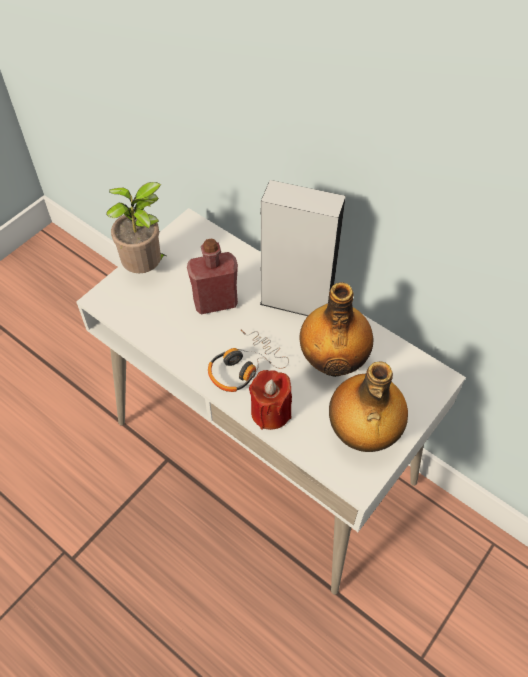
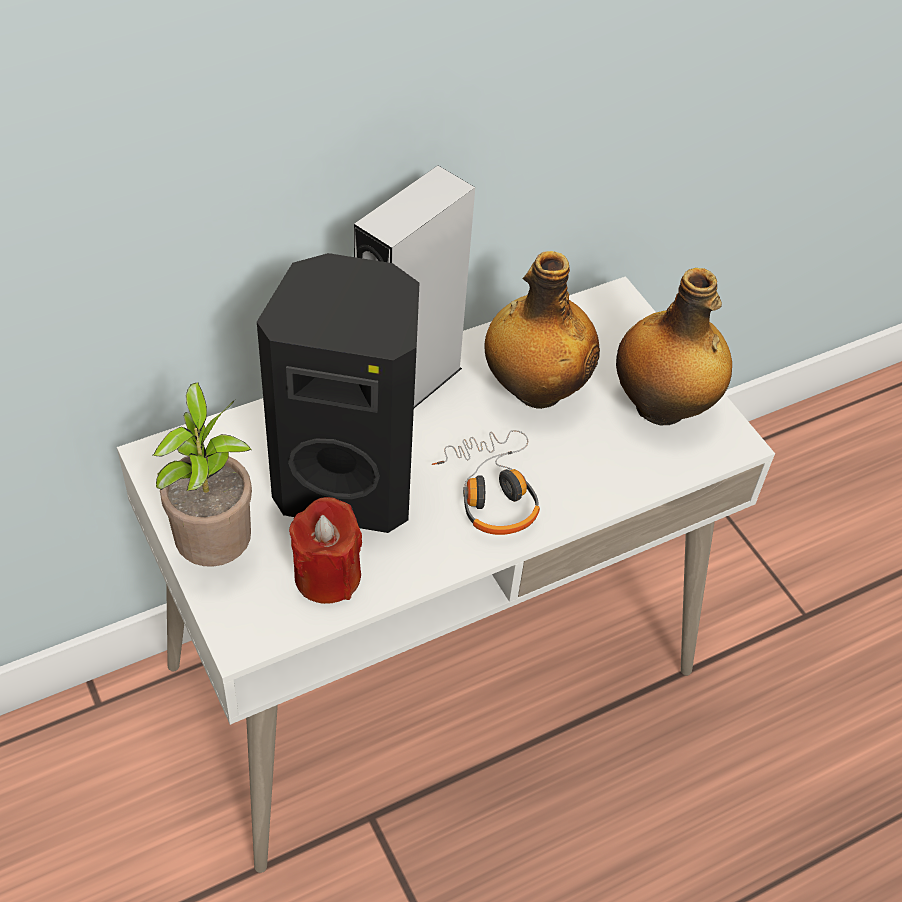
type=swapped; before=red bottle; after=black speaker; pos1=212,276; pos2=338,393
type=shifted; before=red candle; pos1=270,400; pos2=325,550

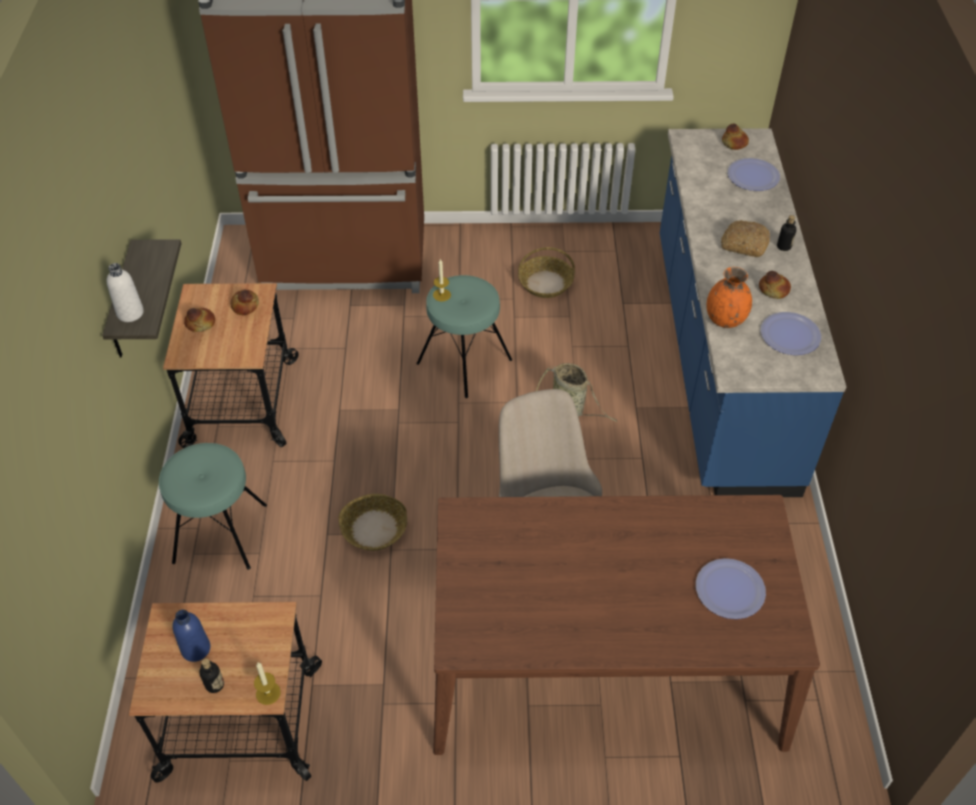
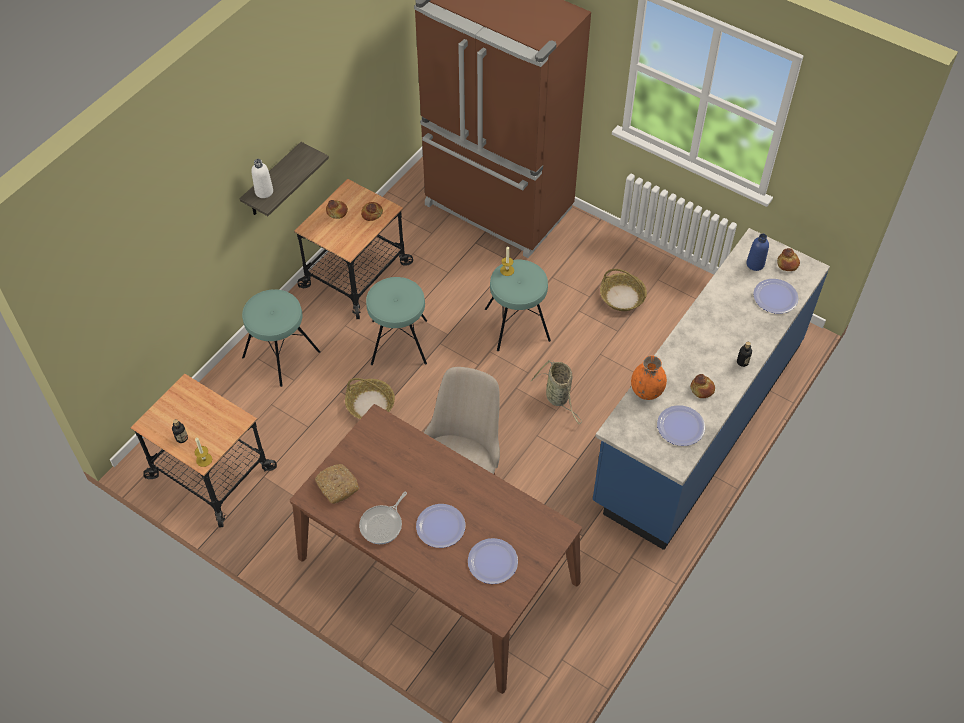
type=shifted; before=bread; pos1=745,238; pos2=337,484
type=shifted; before=blue bottle; pos1=191,636; pos2=757,252
type=new; after=turquoise stool; pos2=396,321
type=new; after=frying pan; pos2=383,518
type=new; after=plate; pos2=441,526

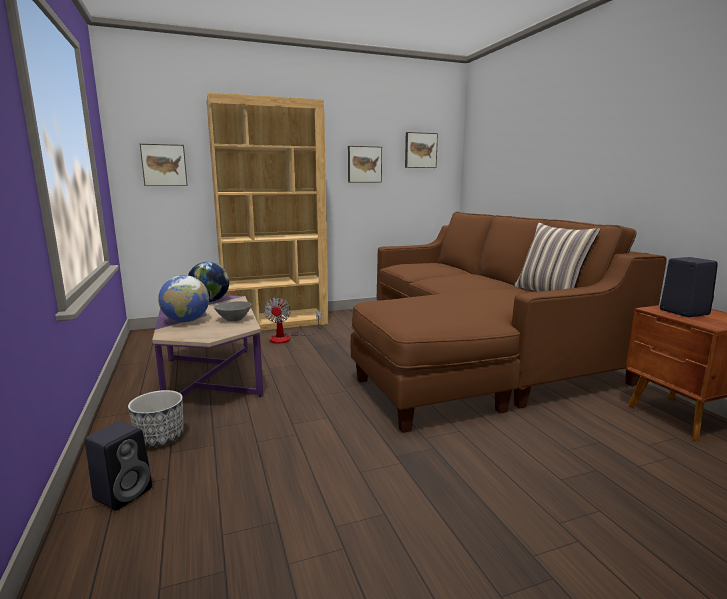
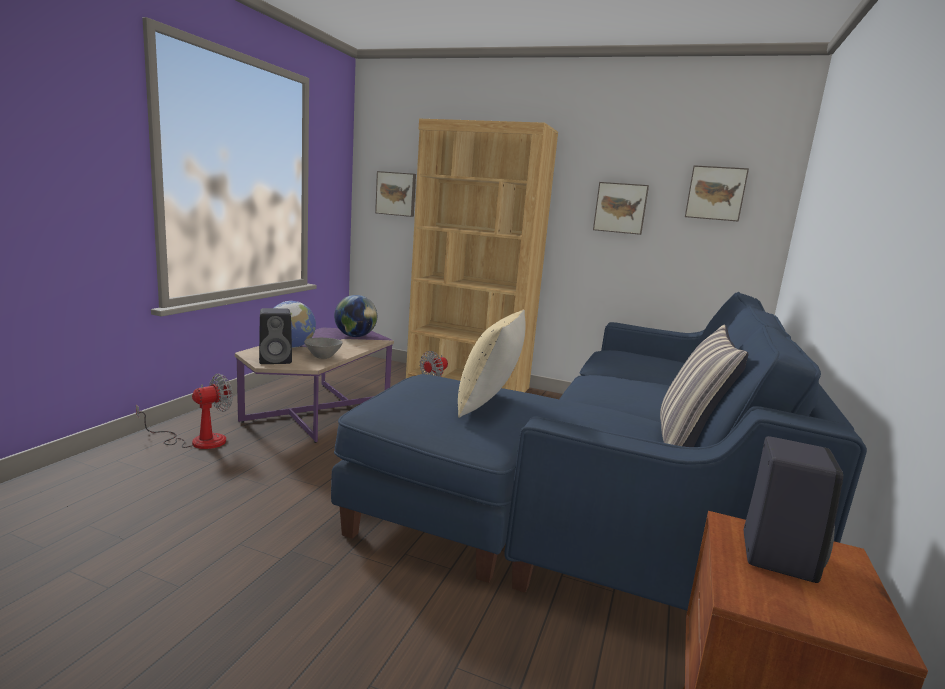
type=repainted; before=brown sofa; after=blue sofa; pos1=509,322; pos2=599,451
type=swapped; before=planter; after=fan; pos1=156,418; pos2=184,411
type=shifted; before=black speaker; pos1=118,466; pos2=275,336
type=new; after=beige pillow; pos2=492,363

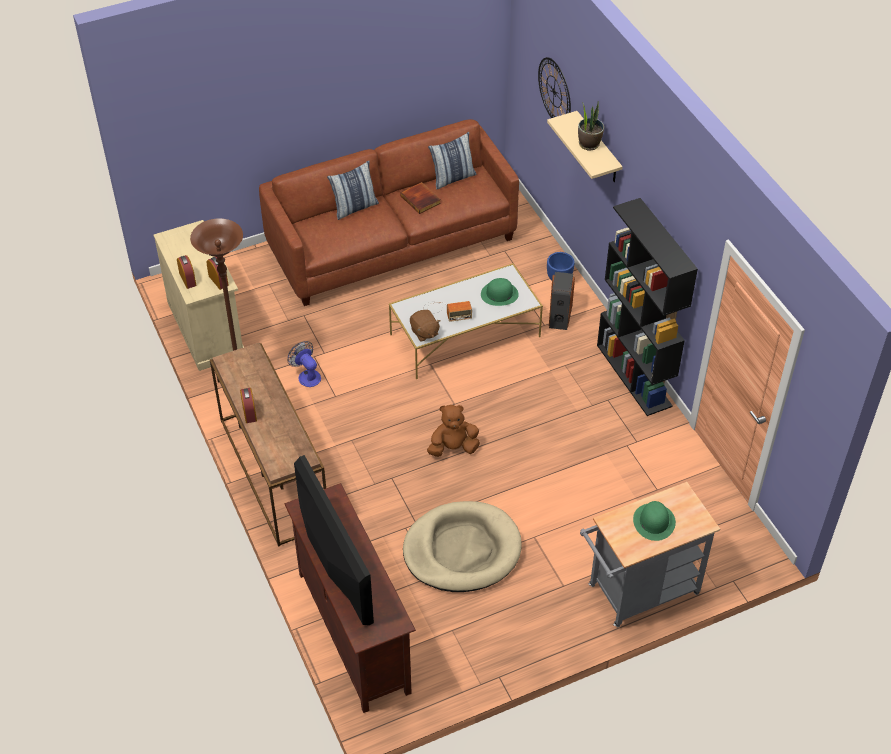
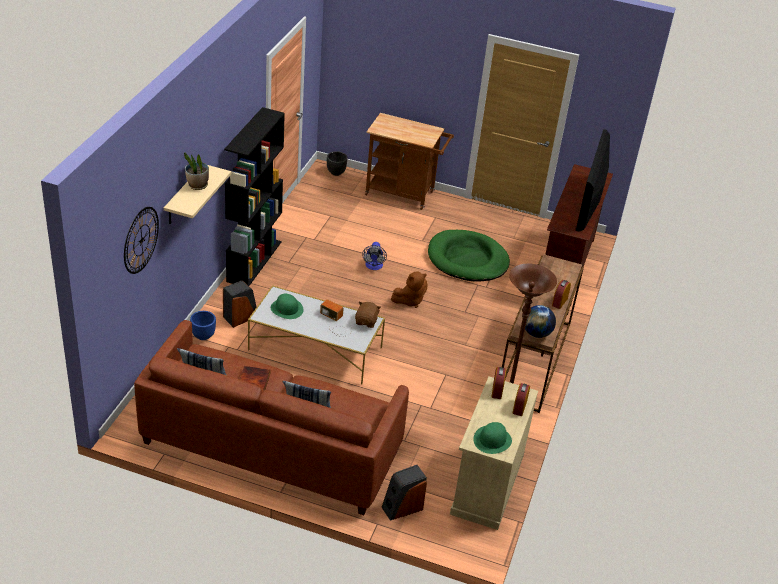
type=shifted; before=fan; pos1=304,364; pos2=374,256
type=rotated; before=brown plush toy; pos1=453,431; pos2=409,289; turn=-60
type=repainted; before=grey cart; after=brown cart; pos1=650,555; pos2=409,161
type=repainted; before=beige dog bed; after=green dog bed; pos1=462,546; pos2=469,256
type=shifted; before=green hat; pos1=654,521; pos2=492,438
type=new; after=black planter; pos2=337,163
type=new; after=globe; pos2=540,321
type=new; after=speaker; pos2=404,493

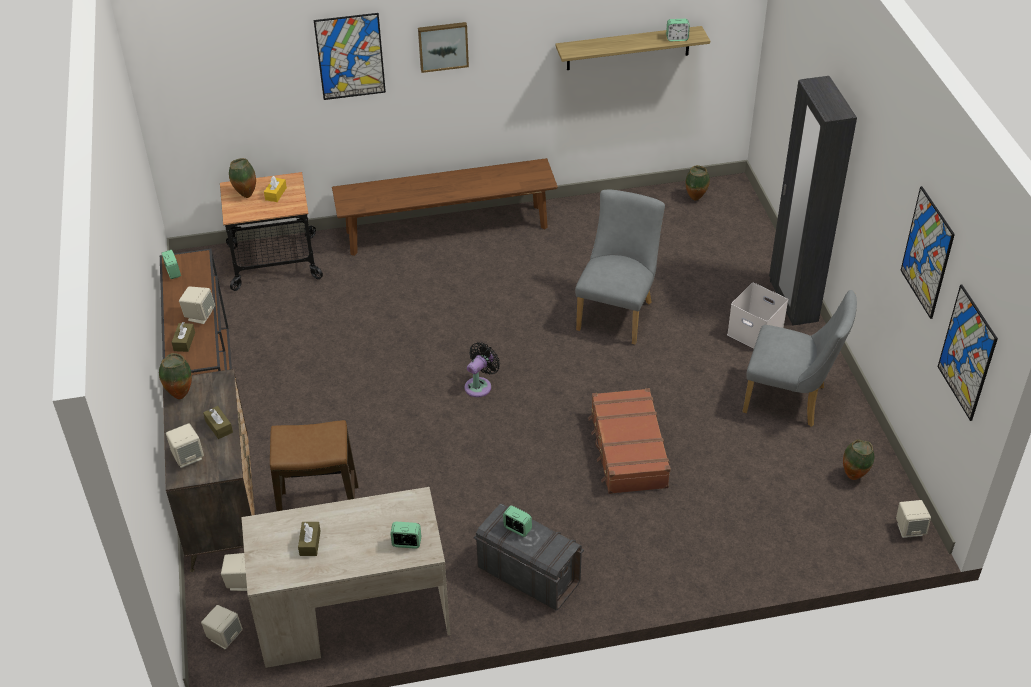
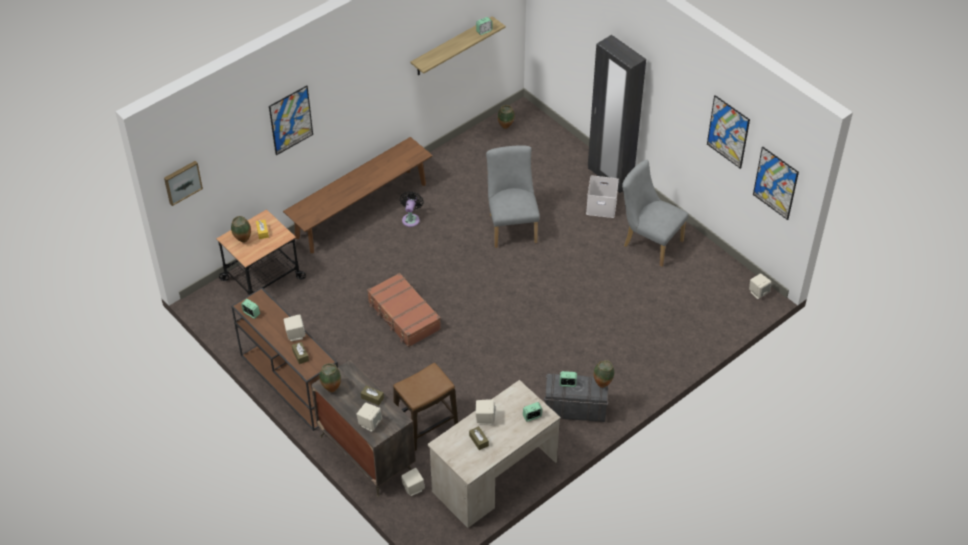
type=shifted; before=picture; pos1=443,47; pos2=183,183
type=rotated; before=grey chair; pos1=799,358; pos2=655,213; turn=-135
type=shifted; before=black fan; pos1=482,369; pos2=412,209
type=shifted; before=brown suitcase; pos1=629,441; pos2=404,310
type=shifted; before=vase; pos1=858,459; pos2=604,374
type=shifted; before=beige speaker; pos1=222,627; pos2=485,412

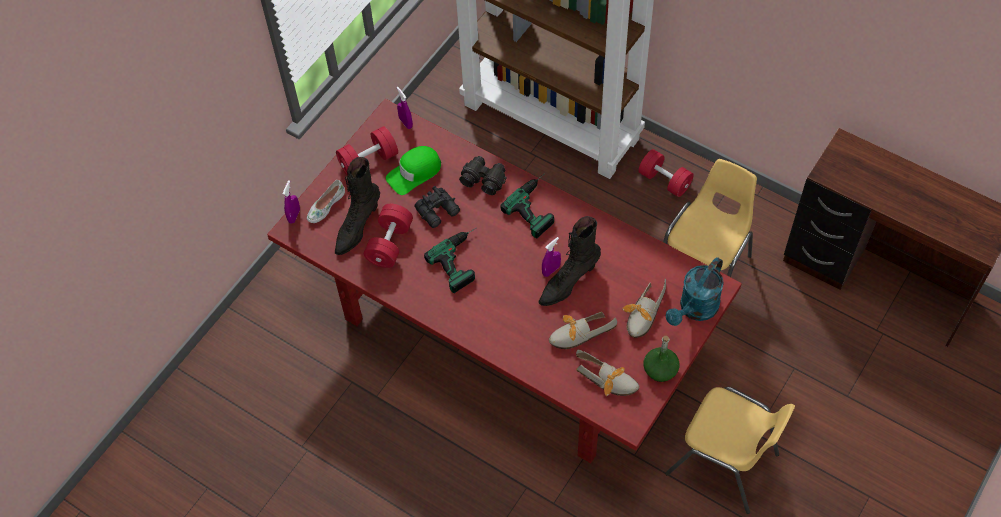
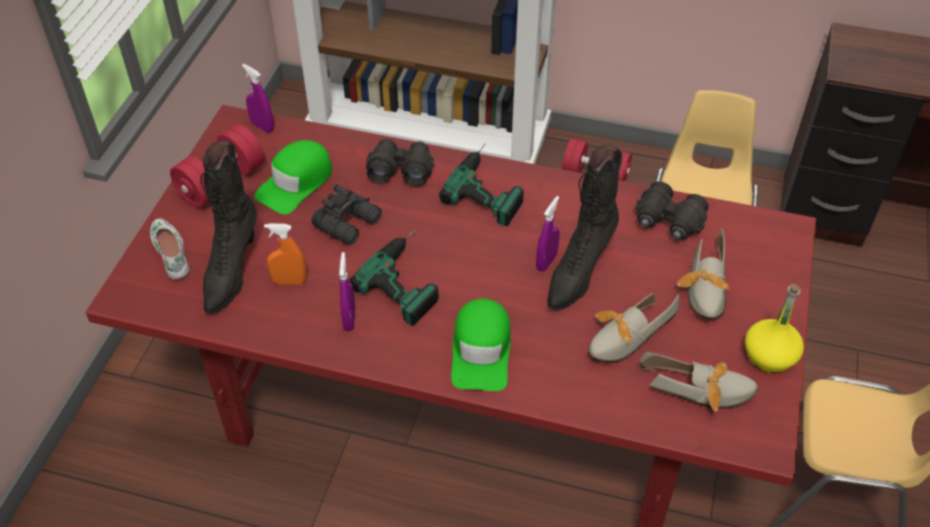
type=shifted; before=purple spray bottle; pos1=291,202; pos2=347,291
type=rotated; before=white shoe; pos1=326,201; pos2=169,249; turn=135
type=swapped; before=red dumbbell; after=orange spray bottle; pos1=388,236; pos2=285,254
type=gone; before=turquoise watering can; pos1=695,291
type=repainted; before=green bottle; after=yellow bottle; pos1=661,359; pos2=774,328
type=new; after=black binoculars; pos2=672,210
type=new; after=green cap; pos2=481,345

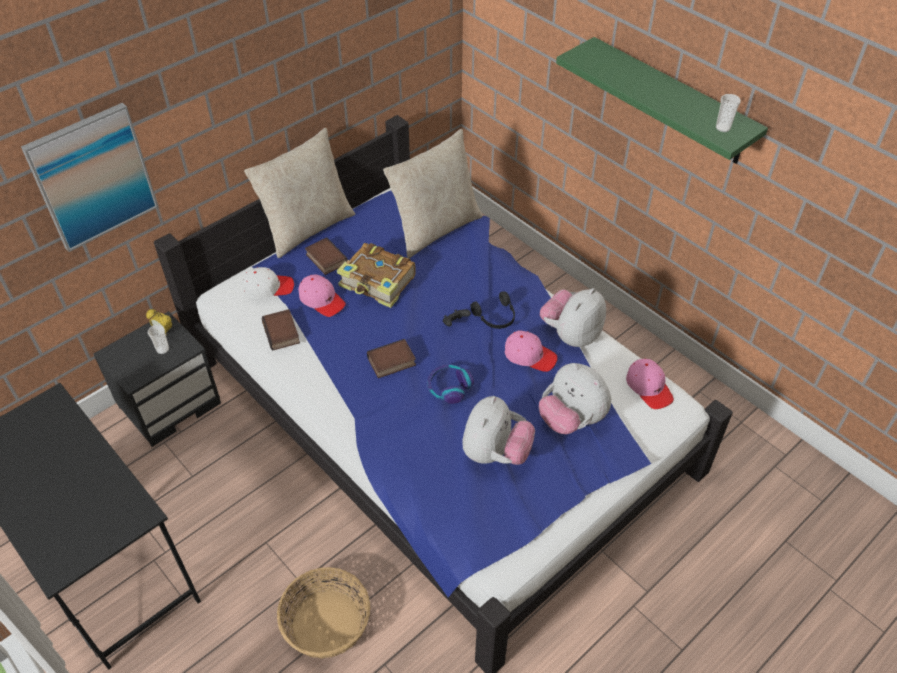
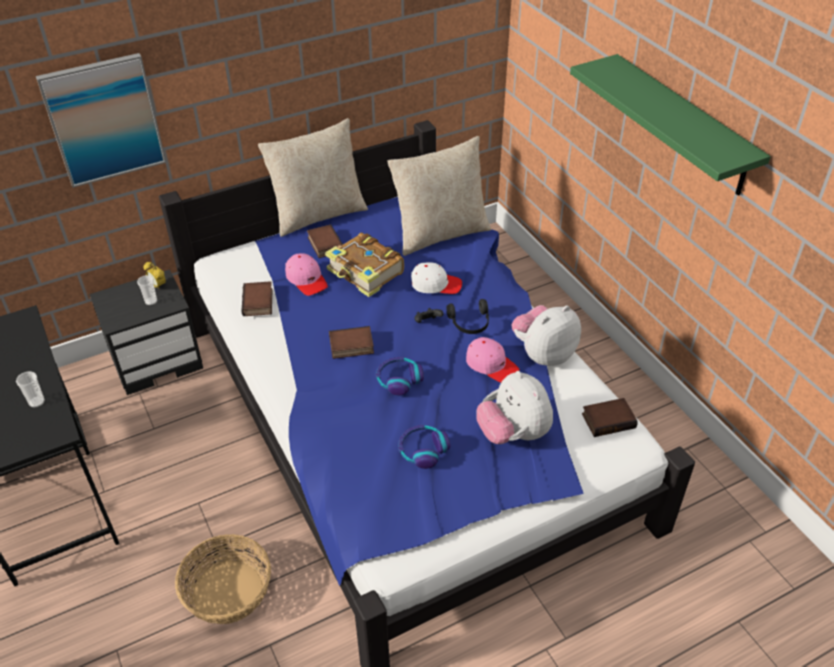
type=shifted; before=cup; pos1=728,113; pos2=30,389
type=shifted; before=white cap; pos1=268,283; pos2=436,278
type=swapped; before=pink cap; after=book; pos1=650,383; pos2=609,417
type=swapped; before=plush toy; after=headphones; pos1=499,430; pos2=424,447

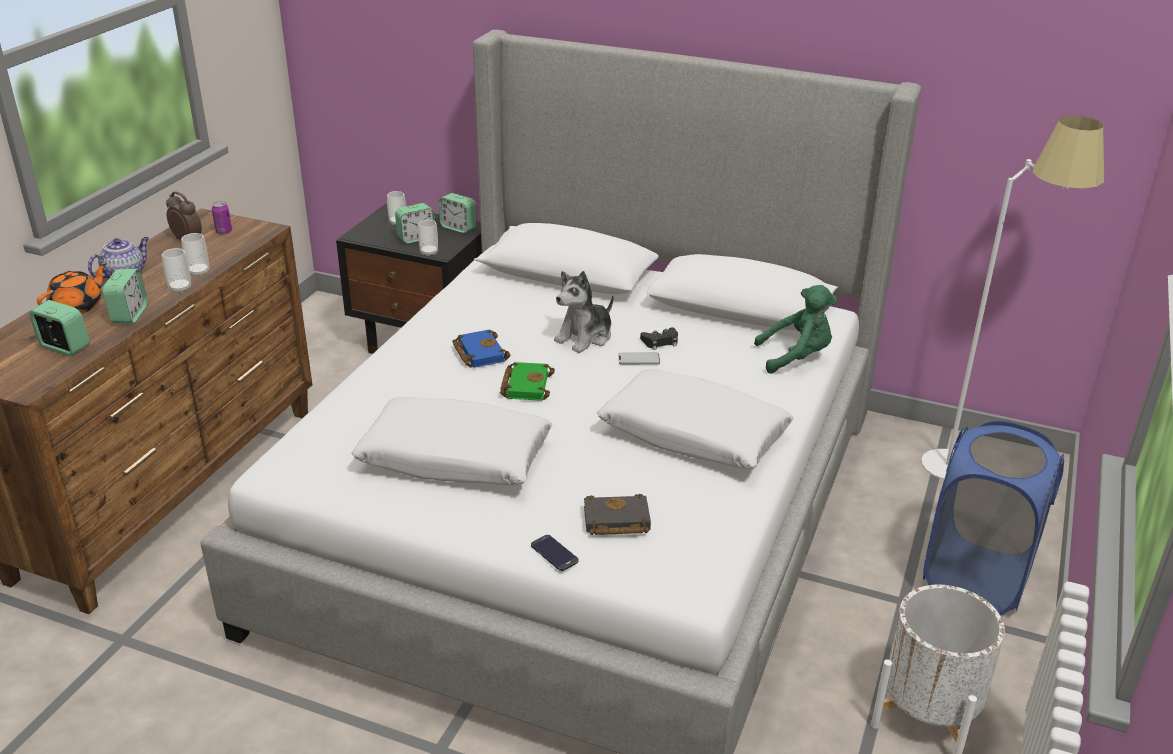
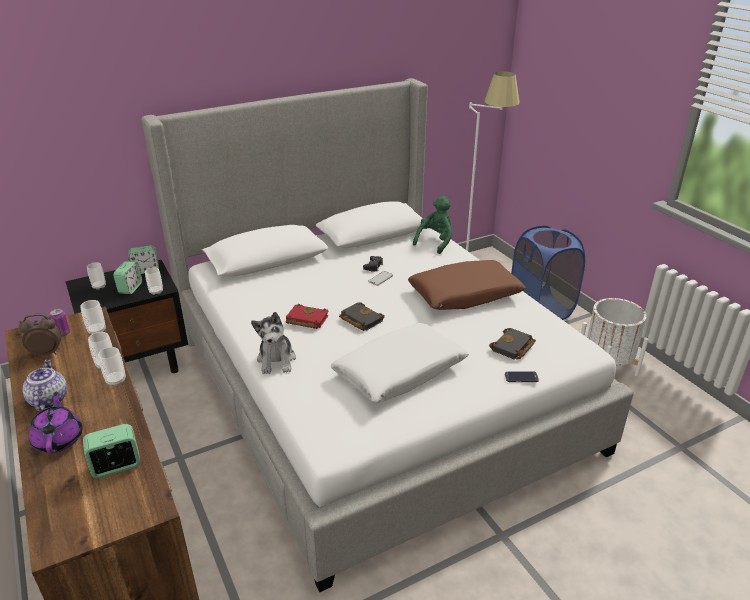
type=repainted; before=orange teapot; after=purple teapot; pos1=72,288; pos2=56,422
type=gone; before=alarm clock; pos1=125,296
type=shifted; before=plush toy; pos1=583,312; pos2=273,343
type=repainted; before=blue book; after=red book; pos1=481,349; pos2=307,316
type=repainted; before=green book; after=black book; pos1=527,381; pos2=362,316
type=repainted; before=white pillow; after=brown pillow; pos1=695,419; pos2=467,285
type=new; after=cup; pos2=93,317

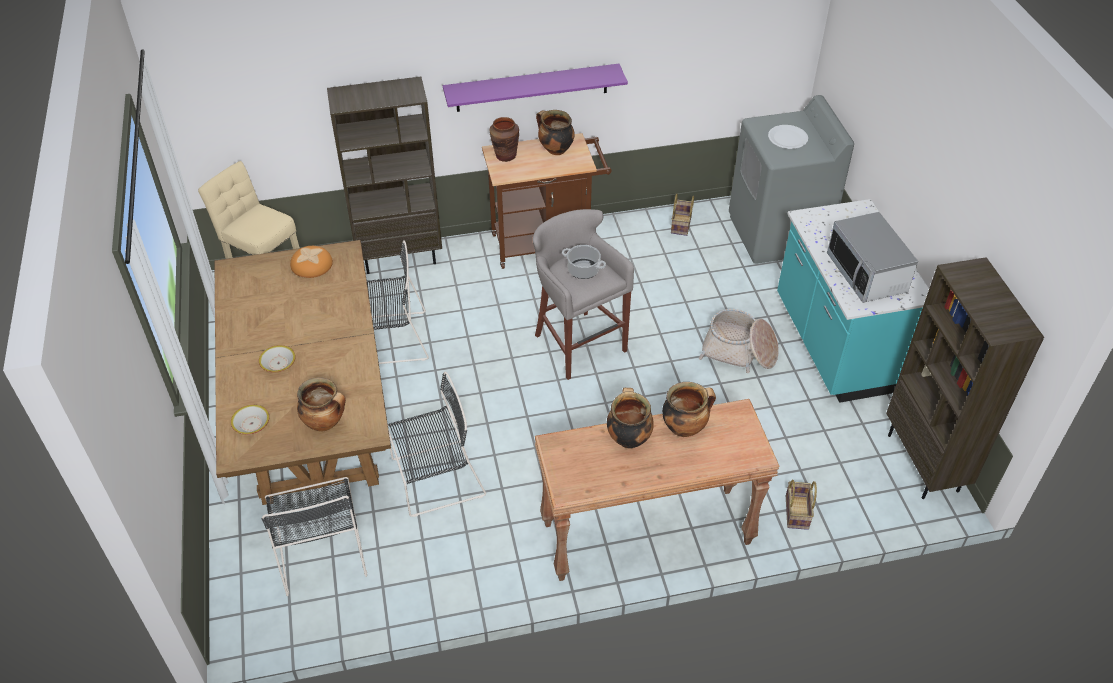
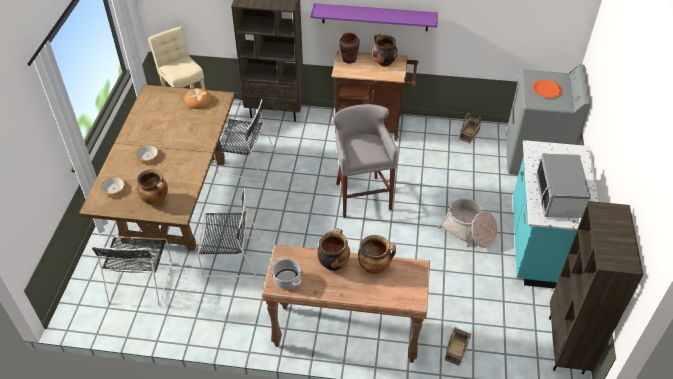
type=repainted; before=white plate; after=orange plate; pos1=788,137; pos2=547,88
type=shifted; before=cooking pot; pos1=584,262; pos2=286,273

